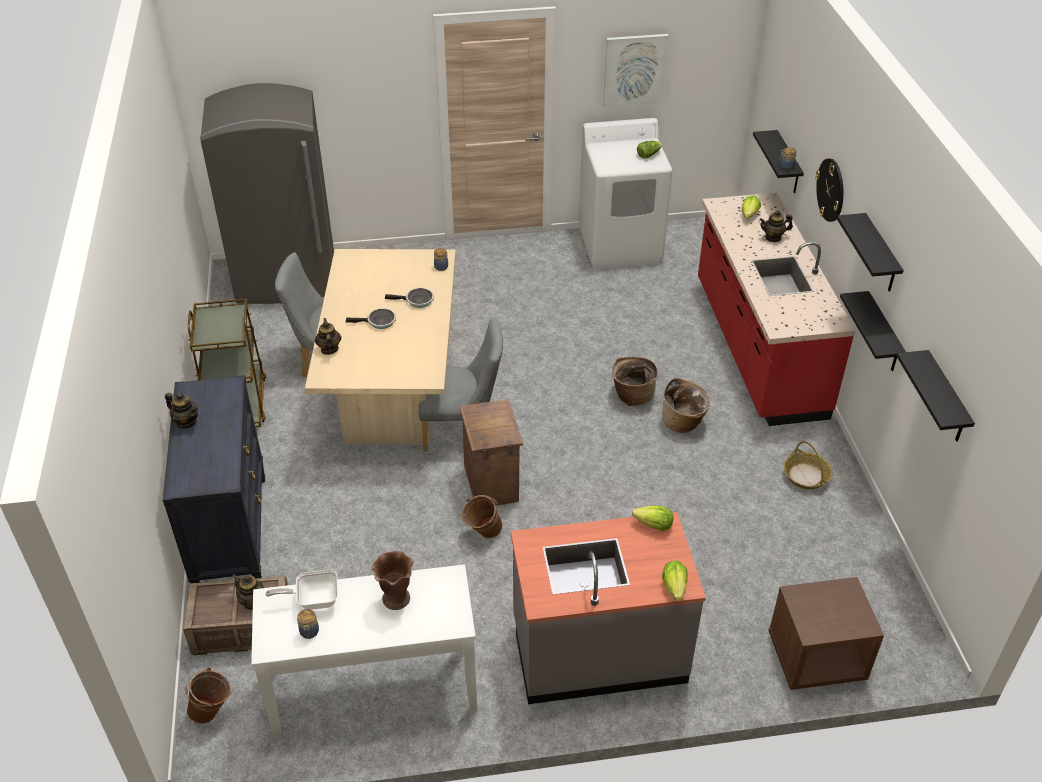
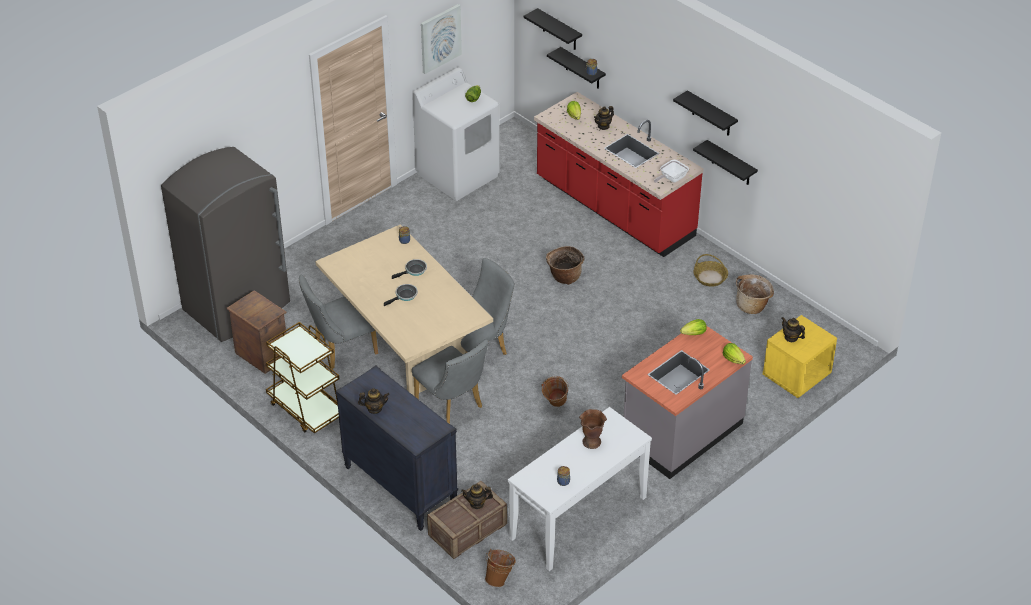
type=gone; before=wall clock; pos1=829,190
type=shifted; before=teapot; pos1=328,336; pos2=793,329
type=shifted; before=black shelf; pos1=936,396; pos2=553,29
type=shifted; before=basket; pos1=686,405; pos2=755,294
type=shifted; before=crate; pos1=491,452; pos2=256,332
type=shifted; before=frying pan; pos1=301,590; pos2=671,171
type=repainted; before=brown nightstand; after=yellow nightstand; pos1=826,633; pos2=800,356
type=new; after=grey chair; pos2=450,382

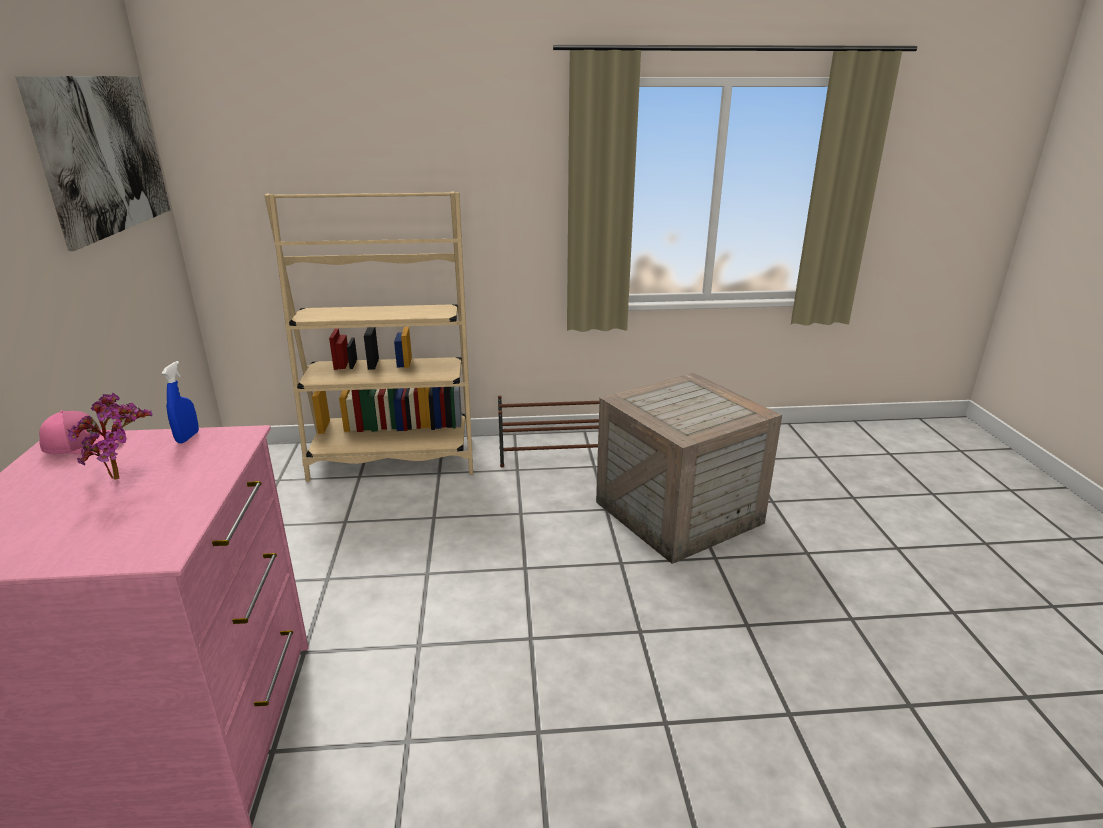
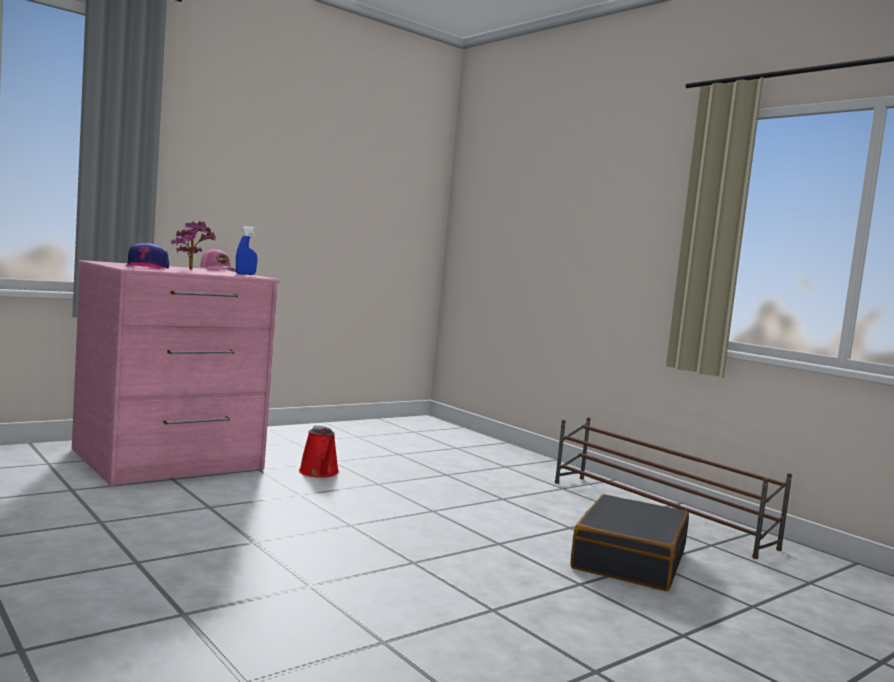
type=gone; before=picture; pos1=93,163
type=gone; before=beige bookcase; pos1=368,336
type=swapped; before=crate; after=black suitcase; pos1=689,468; pos2=629,542
type=new; after=cap; pos2=146,256
type=new; after=red watering can; pos2=319,451

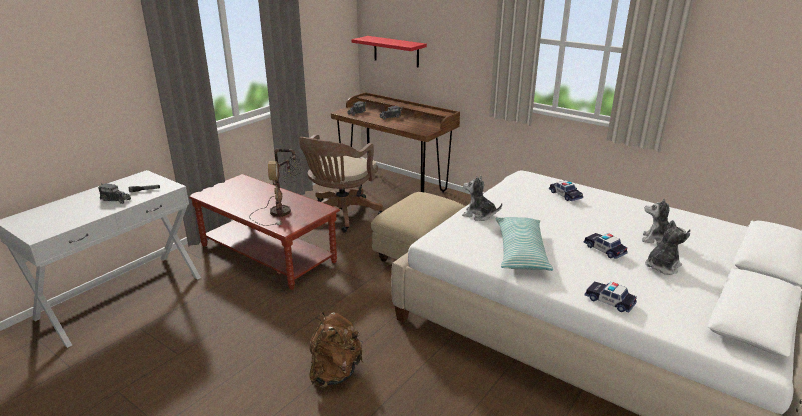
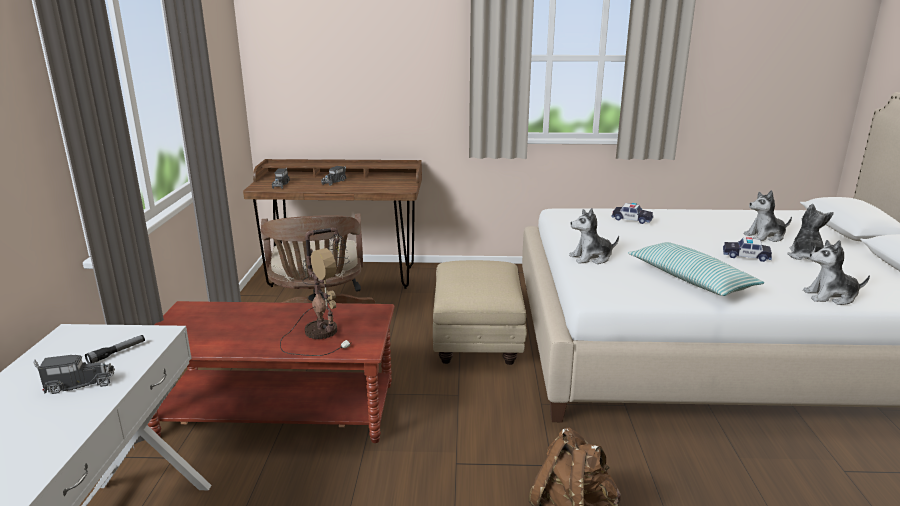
type=gone; before=red shelf; pos1=389,52
type=swapped; before=toy car; after=plush toy; pos1=611,297; pos2=836,272

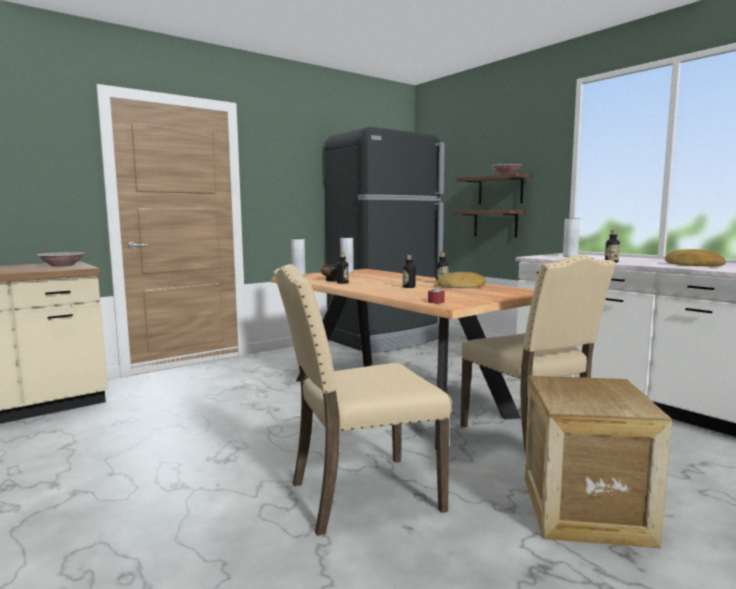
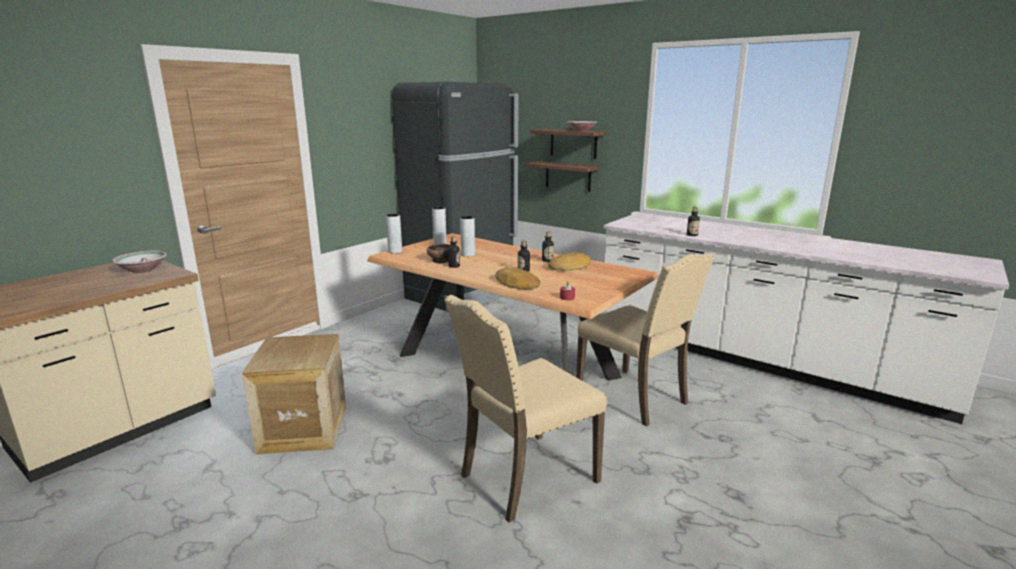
type=shifted; before=grey vase; pos1=571,237; pos2=467,236
type=shifted; before=bread; pos1=695,257; pos2=517,278
type=shifted; before=crate; pos1=598,462; pos2=294,394

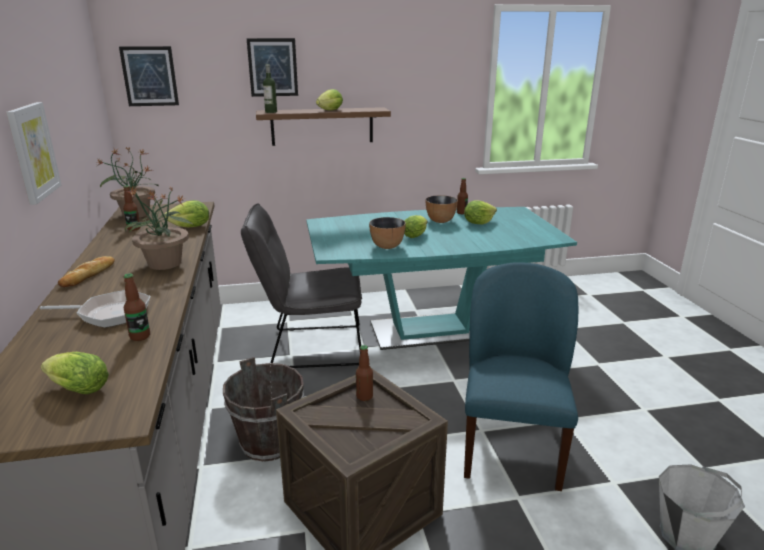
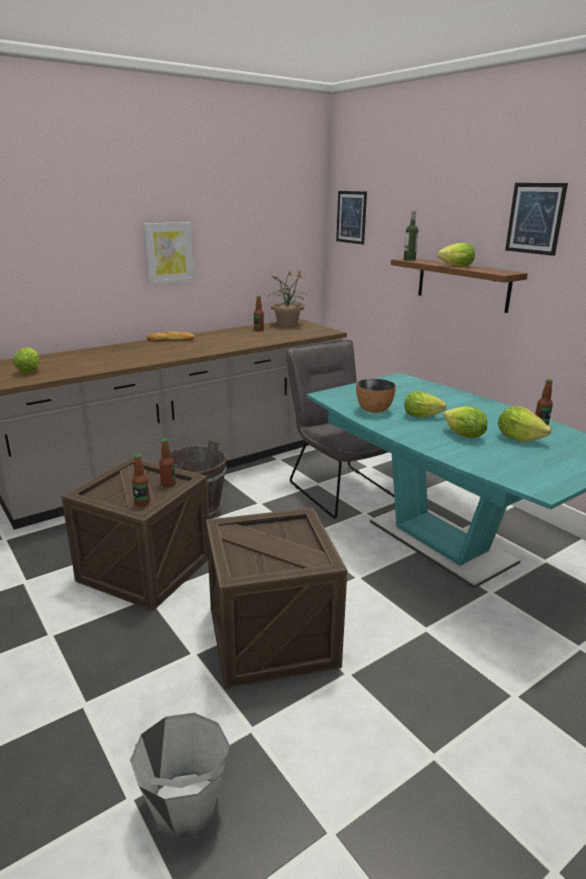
type=shifted; before=picture; pos1=272,67; pos2=536,219
type=gone; before=potted plant; pos1=159,227
type=gone; before=bowl; pos1=442,209
type=shifted; before=lettuce; pos1=186,214; pos2=465,422
type=swapped; before=blue chair; after=crate; pos1=521,376; pos2=276,598
type=shifted; before=bottle; pos1=137,307; pos2=141,480
type=gone; before=frying pan; pos1=95,309

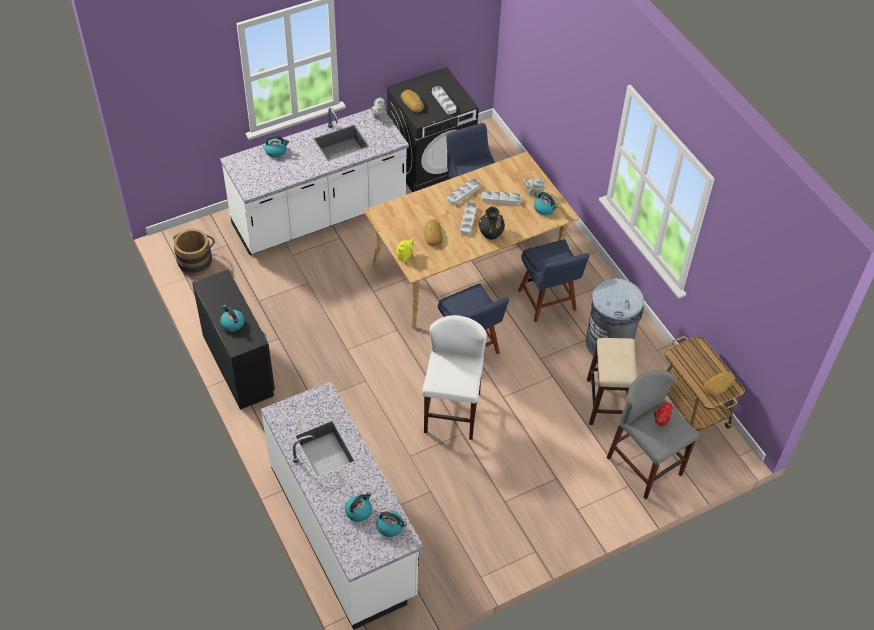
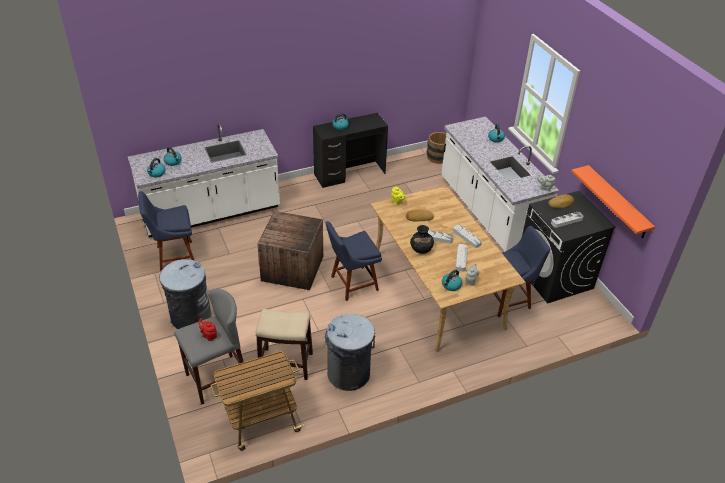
type=shifted; before=blue chair; pos1=554,280; pos2=166,231
type=swapped; before=white stool; after=crate; pos1=454,377; pos2=290,250
type=gone; before=bread; pos1=719,384
type=new; after=orange shelf; pos2=613,202
type=new; after=grey trash can; pos2=185,294

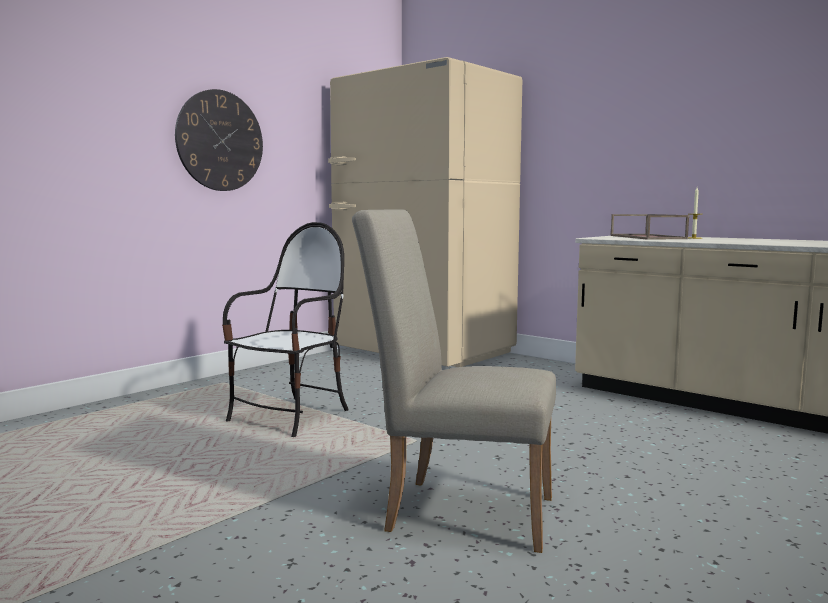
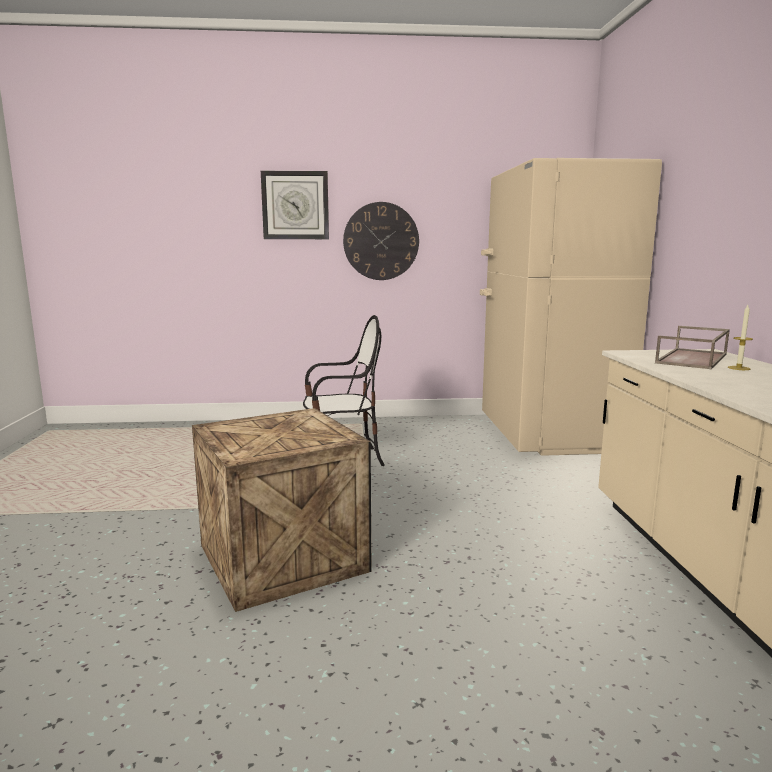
type=swapped; before=beige chair; after=crate; pos1=454,381; pos2=281,510
type=new; after=wall clock; pos2=295,204

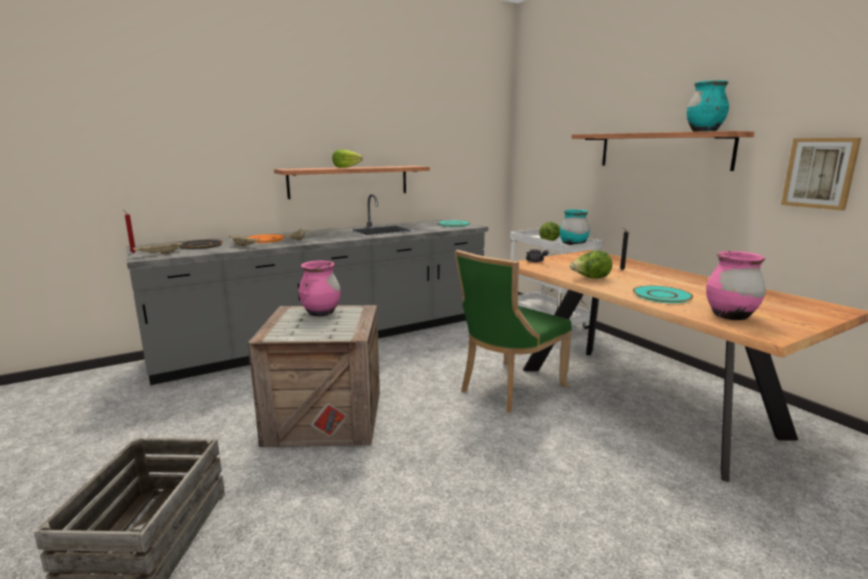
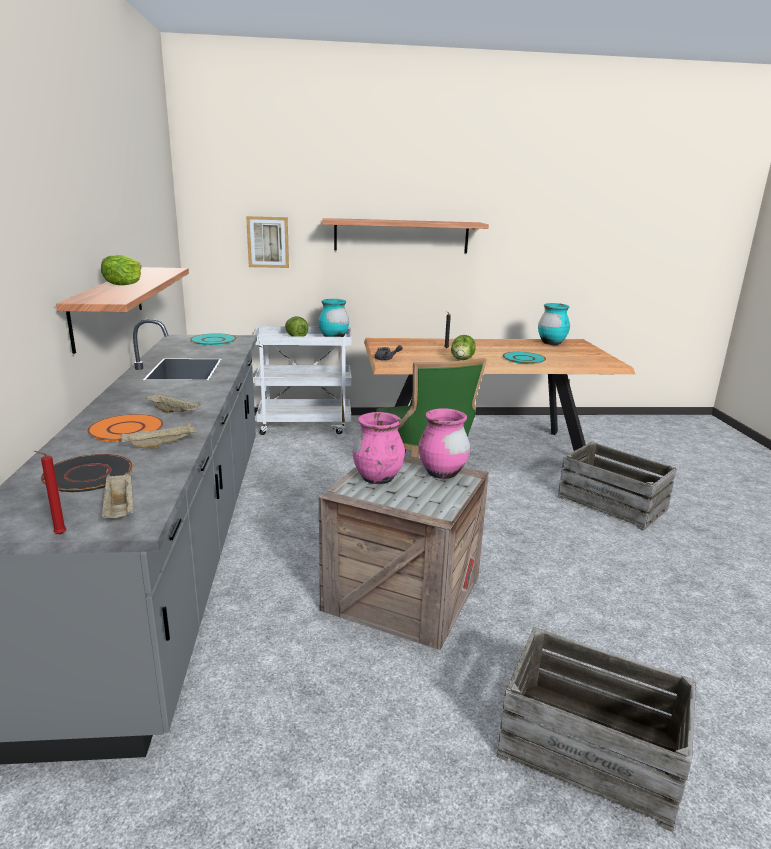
type=shifted; before=turquoise vase; pos1=707,106; pos2=554,324
type=shifted; before=picture; pos1=821,174; pos2=267,242
type=shifted; before=pink vase; pos1=736,285; pos2=444,443
type=new; after=crate; pos2=617,486

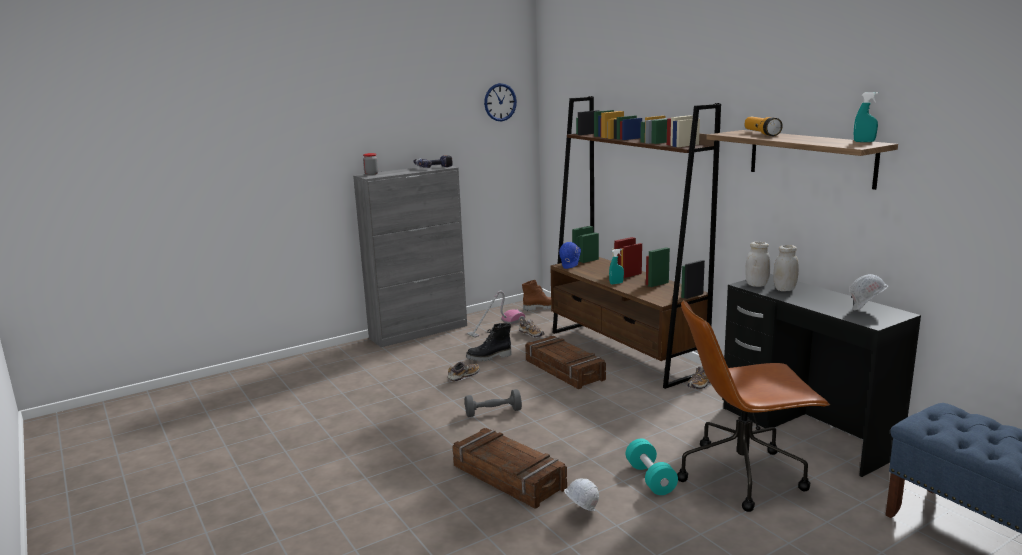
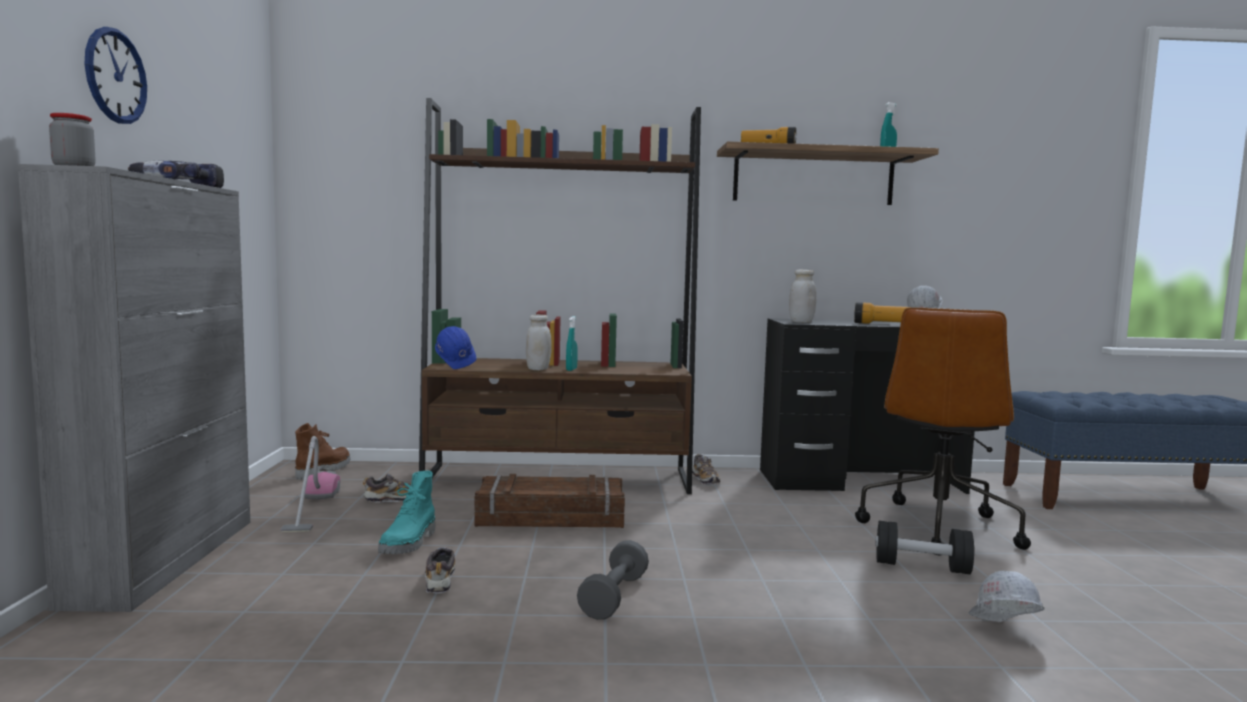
type=shifted; before=wall clock; pos1=500,102; pos2=115,75
type=shifted; before=white jar; pos1=786,268; pos2=539,342
type=repainted; before=black boot; after=turquoise boot; pos1=488,342; pos2=406,512
type=gone; before=crate; pos1=510,468
type=repainted; before=turquoise dumbbell; after=black dumbbell; pos1=652,467; pos2=925,547
type=new; after=flashlight; pos2=882,313

